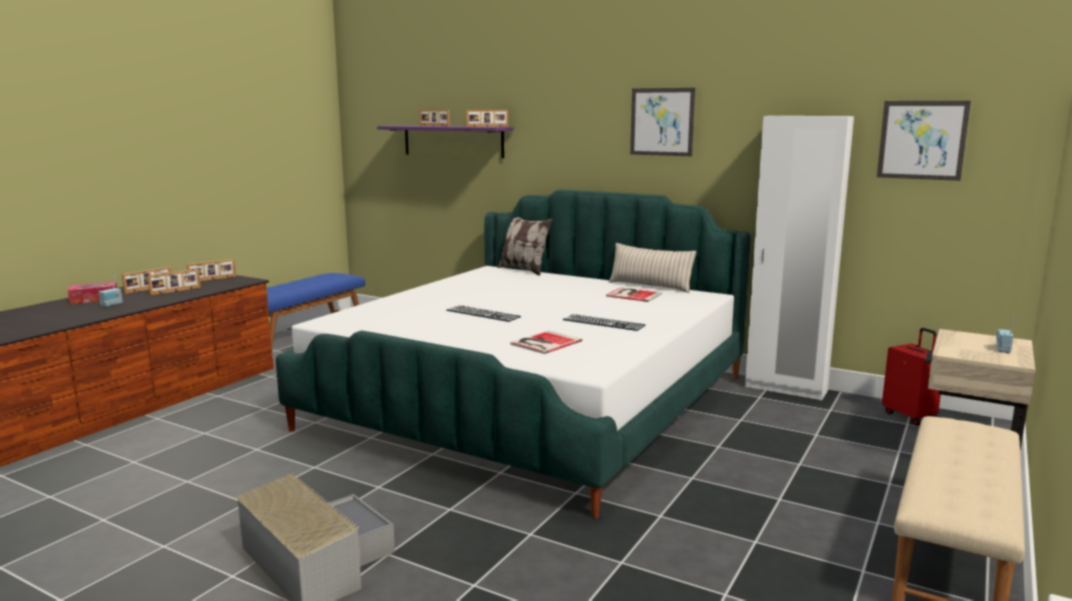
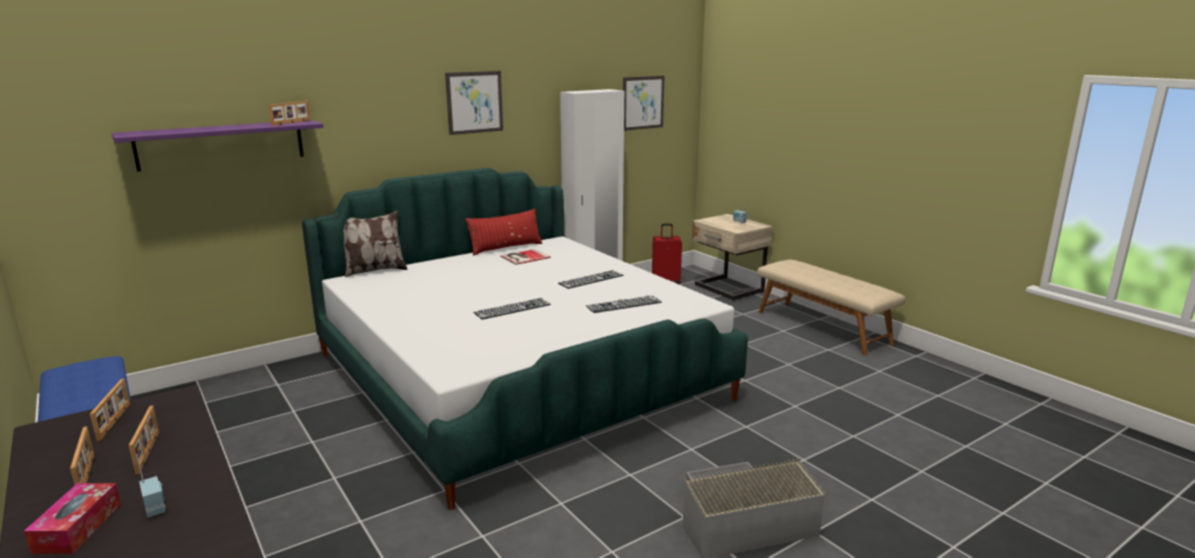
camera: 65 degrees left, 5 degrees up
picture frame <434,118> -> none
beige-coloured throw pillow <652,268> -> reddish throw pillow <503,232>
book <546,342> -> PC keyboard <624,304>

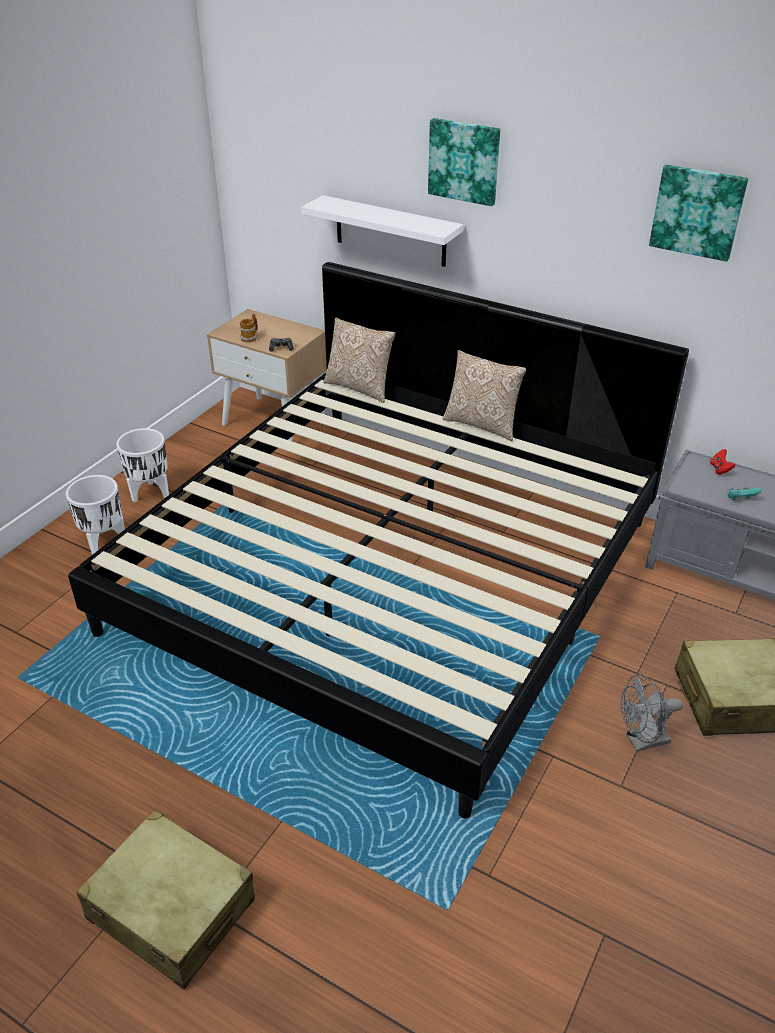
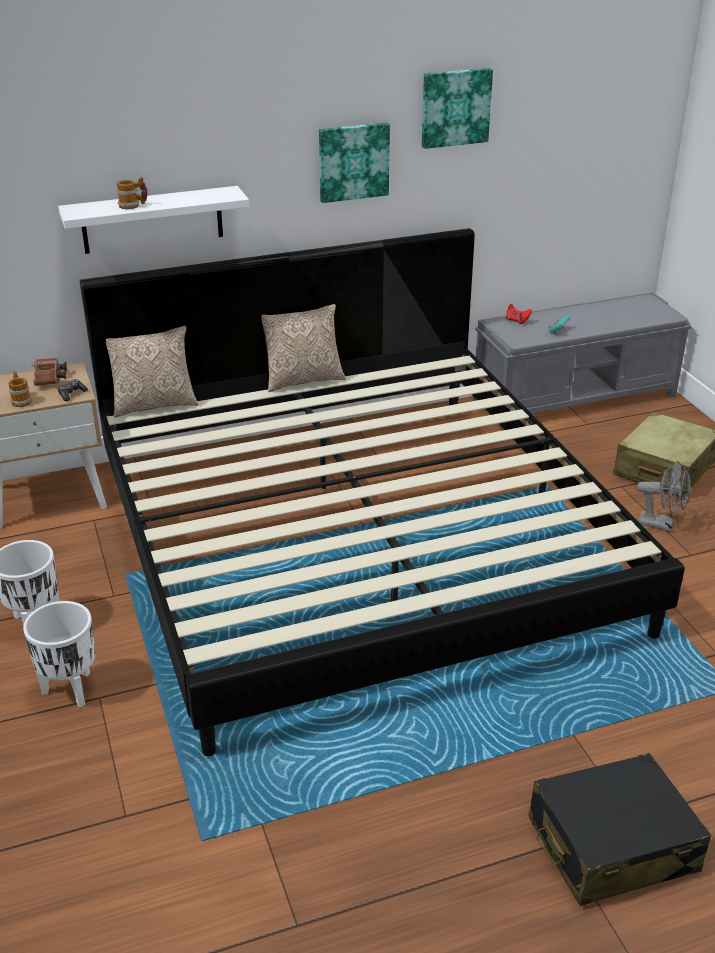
camera: 50 degrees left, 5 degrees down
picture <464,162> -> picture <354,163>, relocated
gray cooling fan <651,713> -> gray cooling fan <663,496>, 90 degrees counterclockwise
beige-coloured suitcase <165,900> -> black-coloured suitcase <619,829>
none -> coffee mug <132,193>
none -> brownish pair of binoculars <49,372>

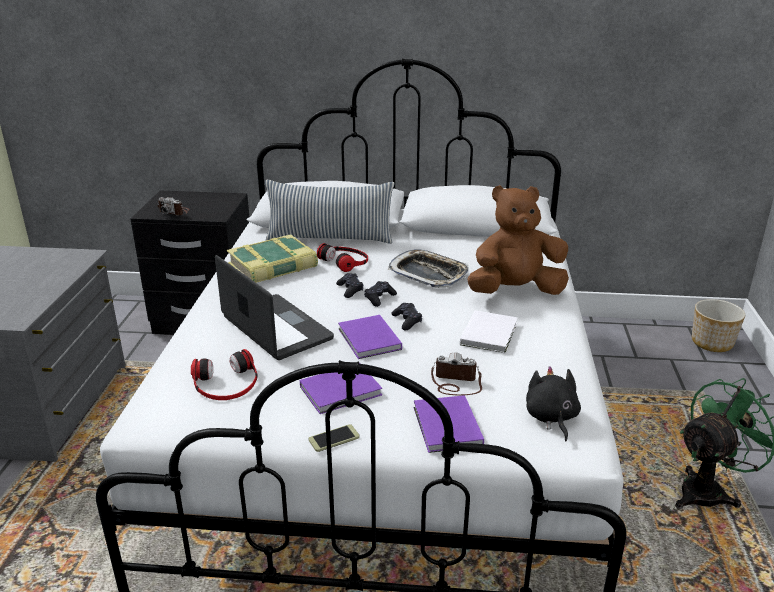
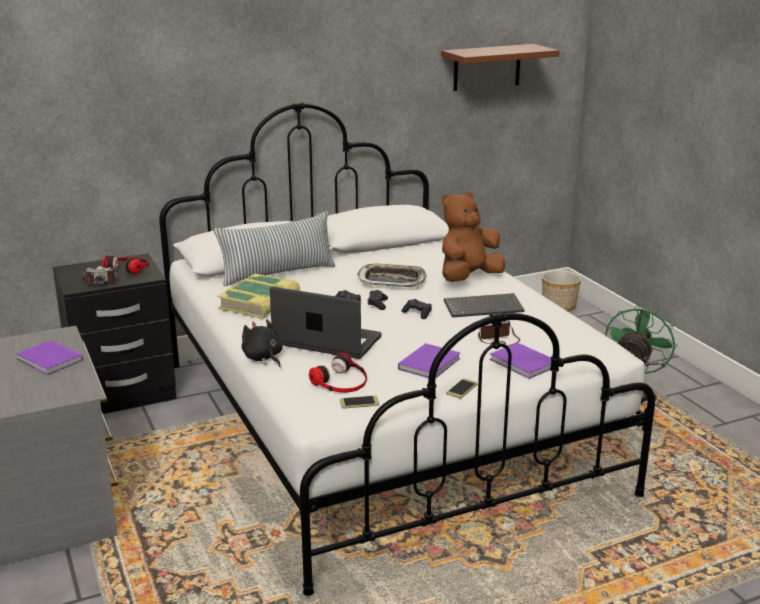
camera: 30 degrees left, 5 degrees down
headphones <342,257> -> headphones <125,265>, relocated
white book <489,331> -> PC keyboard <484,305>
purplish book <370,337> -> purplish book <49,357>, relocated
black-coloured plush toy <553,404> -> black-coloured plush toy <262,343>, relocated
none -> brownish bracket shelf <500,67>
none -> phone <359,401>

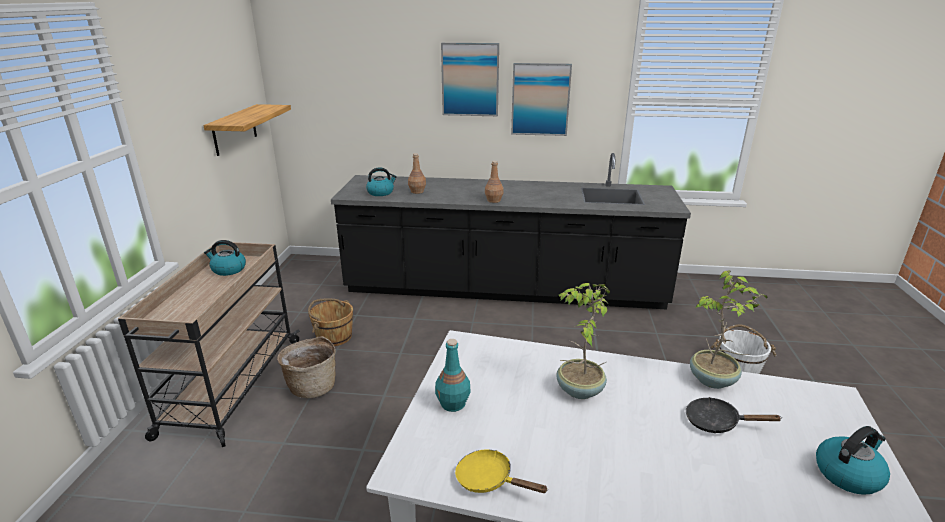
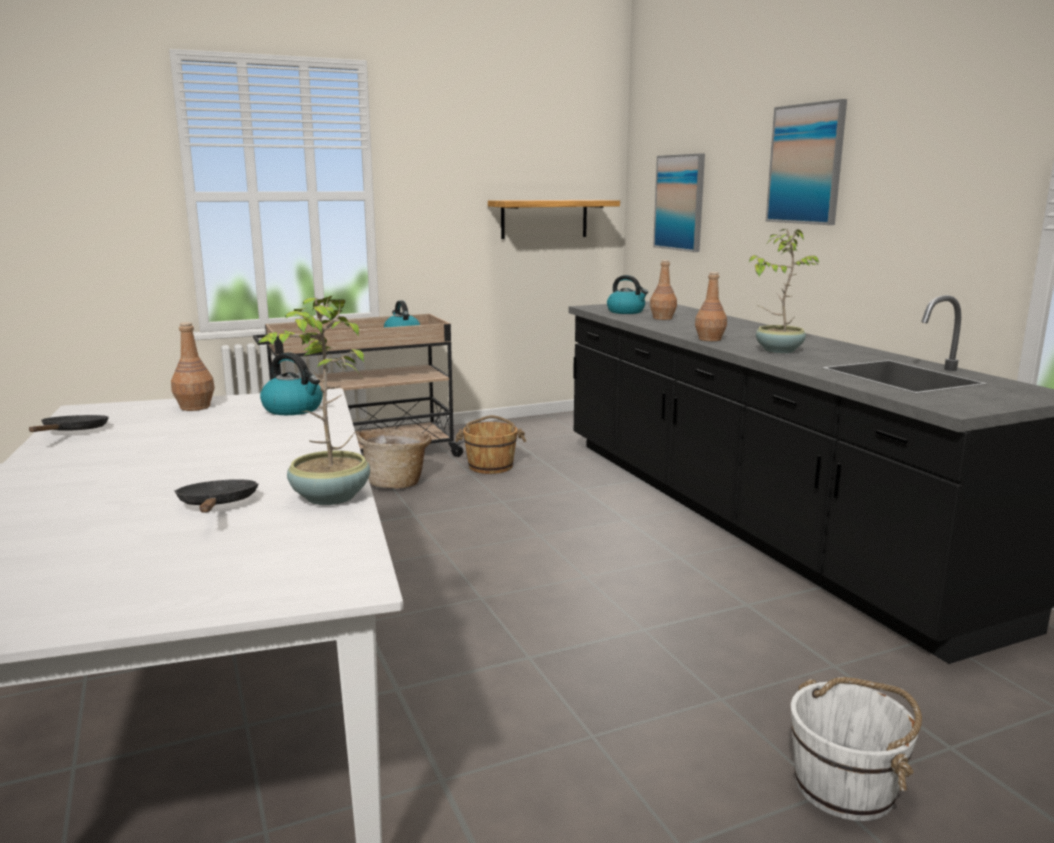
camera: 60 degrees right, 10 degrees down
picture <541,99> -> picture <679,202>, relocated
potted plant <583,341> -> potted plant <784,291>, relocated
blue-green beverage bottle <453,375> -> brownish beverage bottle <193,366>
water kettle <853,460> -> water kettle <291,383>, relocated
yellowish pan <501,471> -> black-coloured pan <69,423>

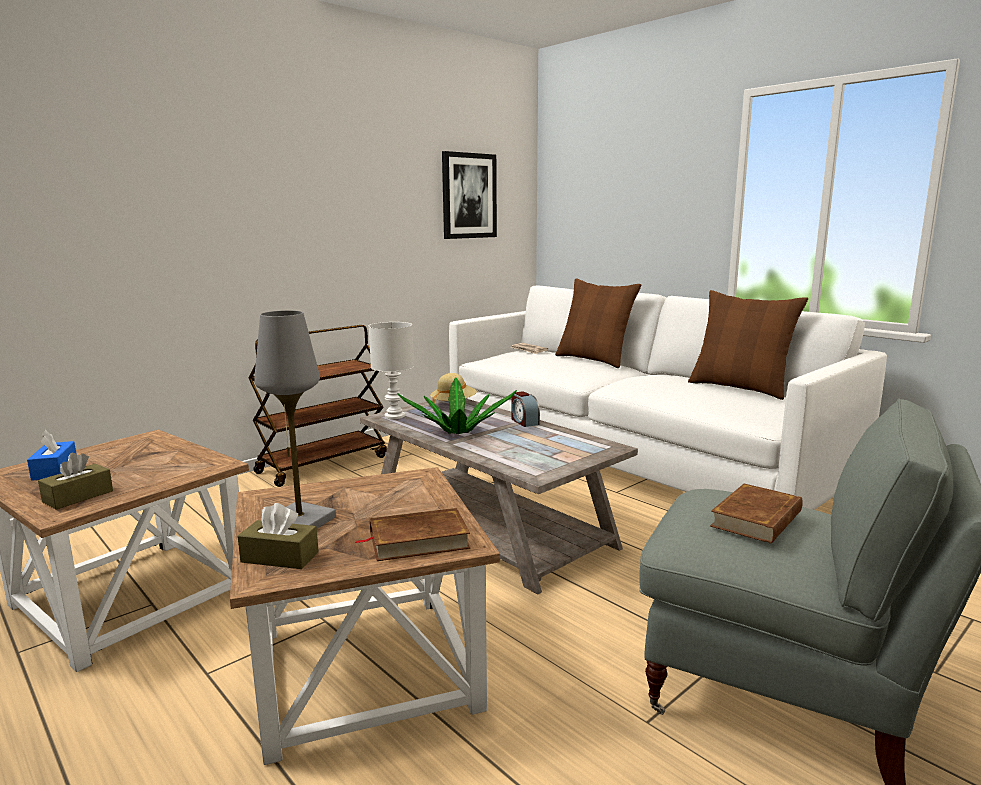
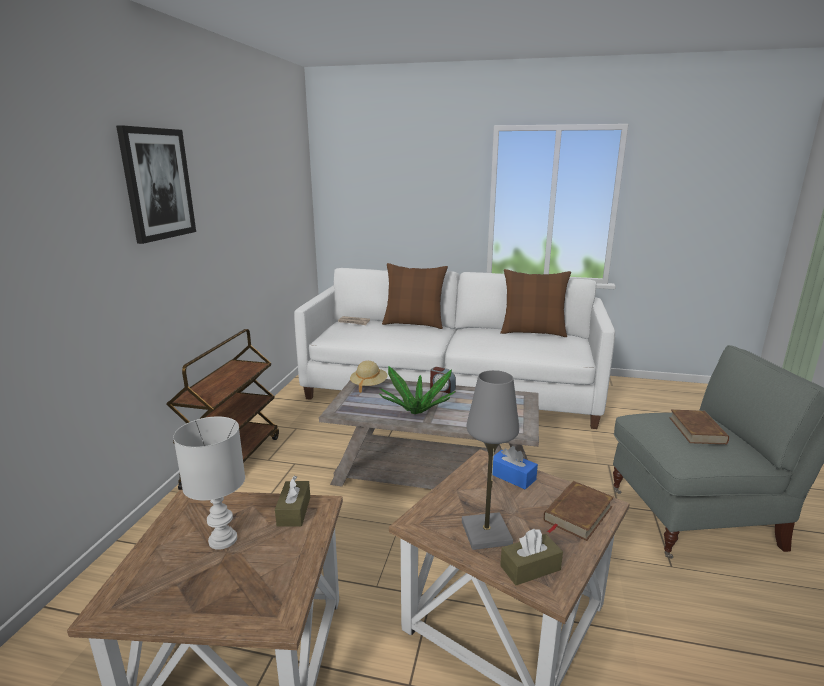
camera: 35 degrees left, 5 degrees up
picture <469,195> -> picture <156,184>, relocated
white lamp for a table <391,370> -> white lamp for a table <209,483>, relocated
blue-coloured box of tissues <51,455> -> blue-coloured box of tissues <515,467>, relocated
brownish box of tissues <75,481> -> brownish box of tissues <292,501>, relocated

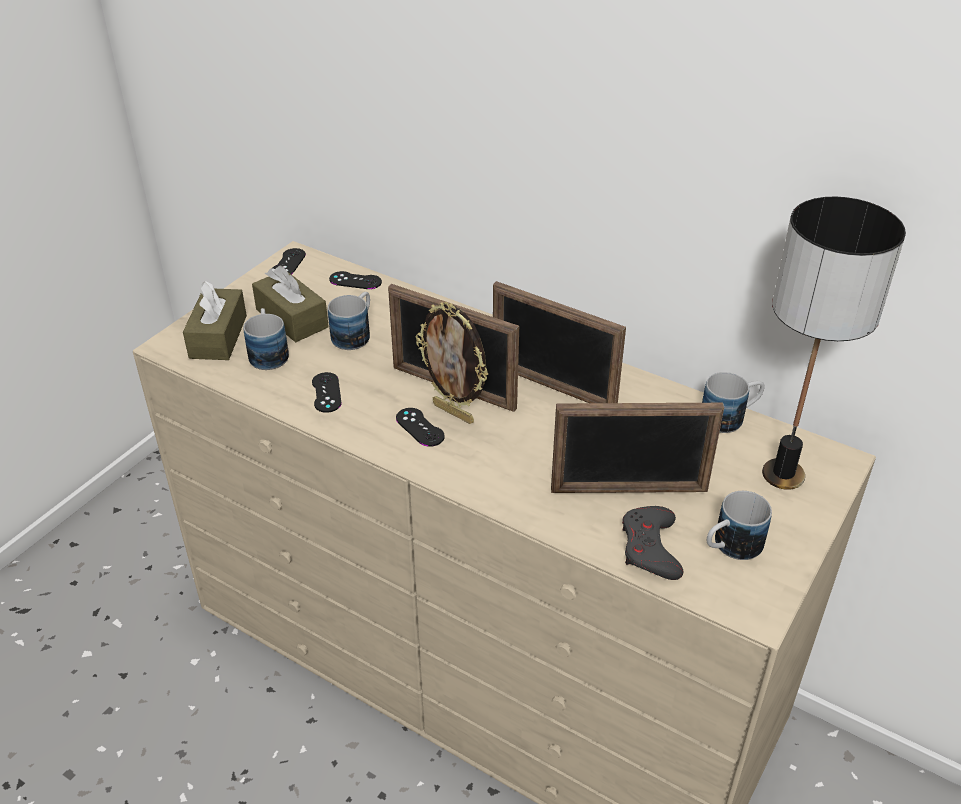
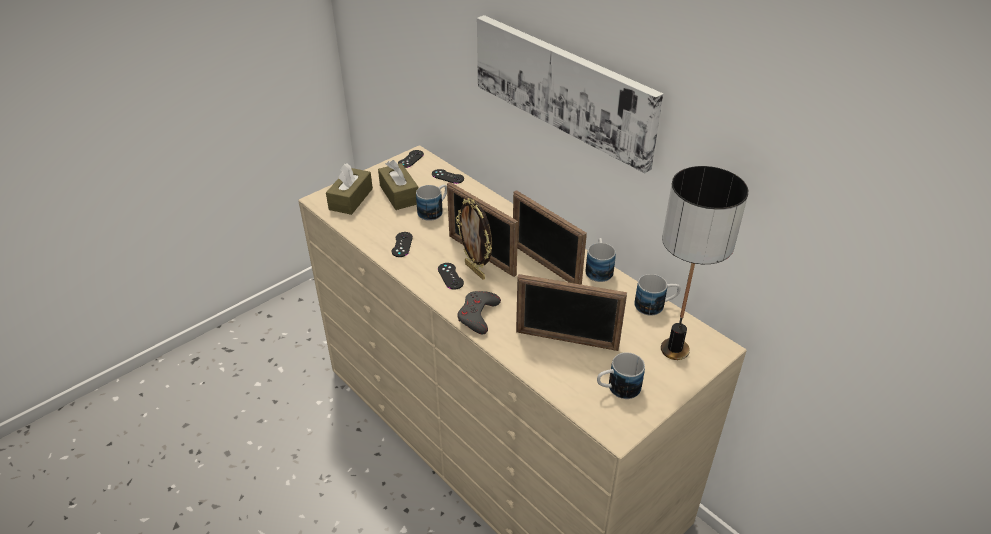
camera: 15 degrees right, 0 degrees up
coffee mug <266,339> -> coffee mug <600,260>, relocated
gray joypad <652,543> -> gray joypad <479,312>, relocated
none -> picture <570,94>

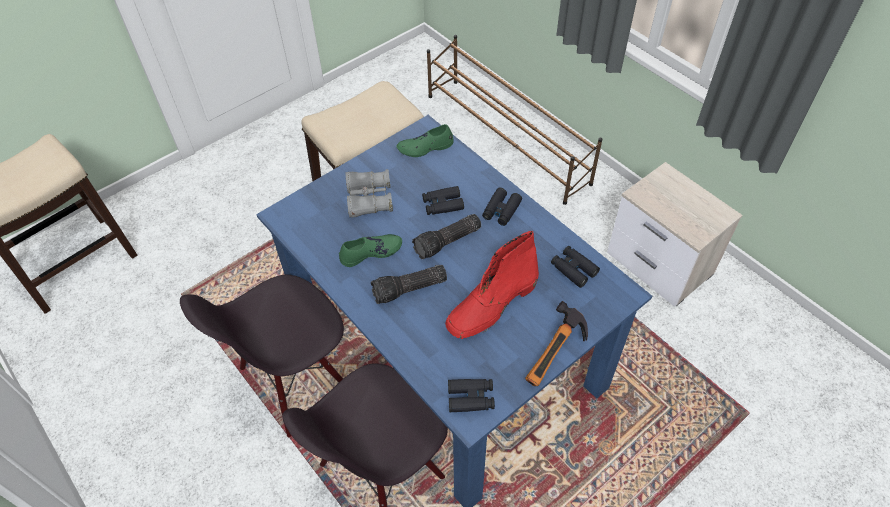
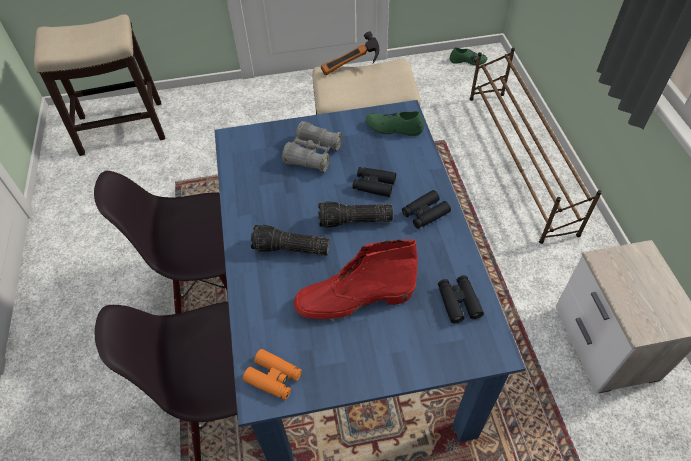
camera: 30 degrees right, 0 degrees up
green shoe <370,250> -> green shoe <469,56>, relocated
hammer <556,343> -> hammer <350,53>, relocated
black-coloured pair of binoculars <471,395> -> orange-coloured pair of binoculars <272,374>

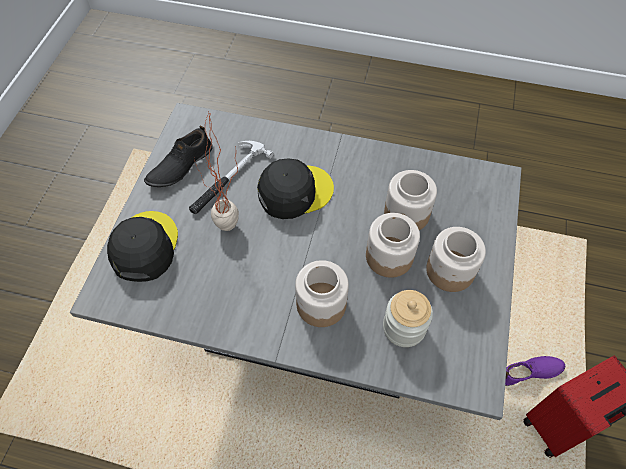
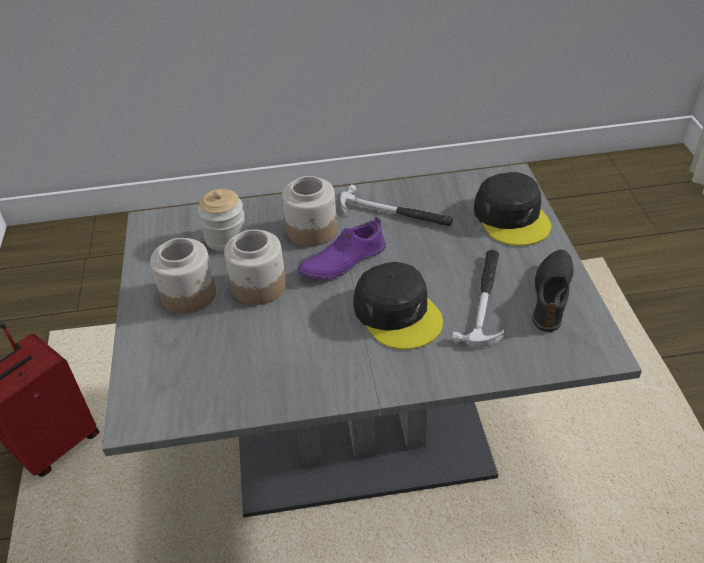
camera: 160 degrees right, 15 degrees down
potted plant <216,171> -> none
black-coloured baseball cap <295,189> -> black-coloured baseball cap <398,306>, 75 degrees counterclockwise
preserve jar <410,200> -> none
purplish shoe <535,371> -> purplish shoe <341,248>, relocated
none -> hammer <396,205>

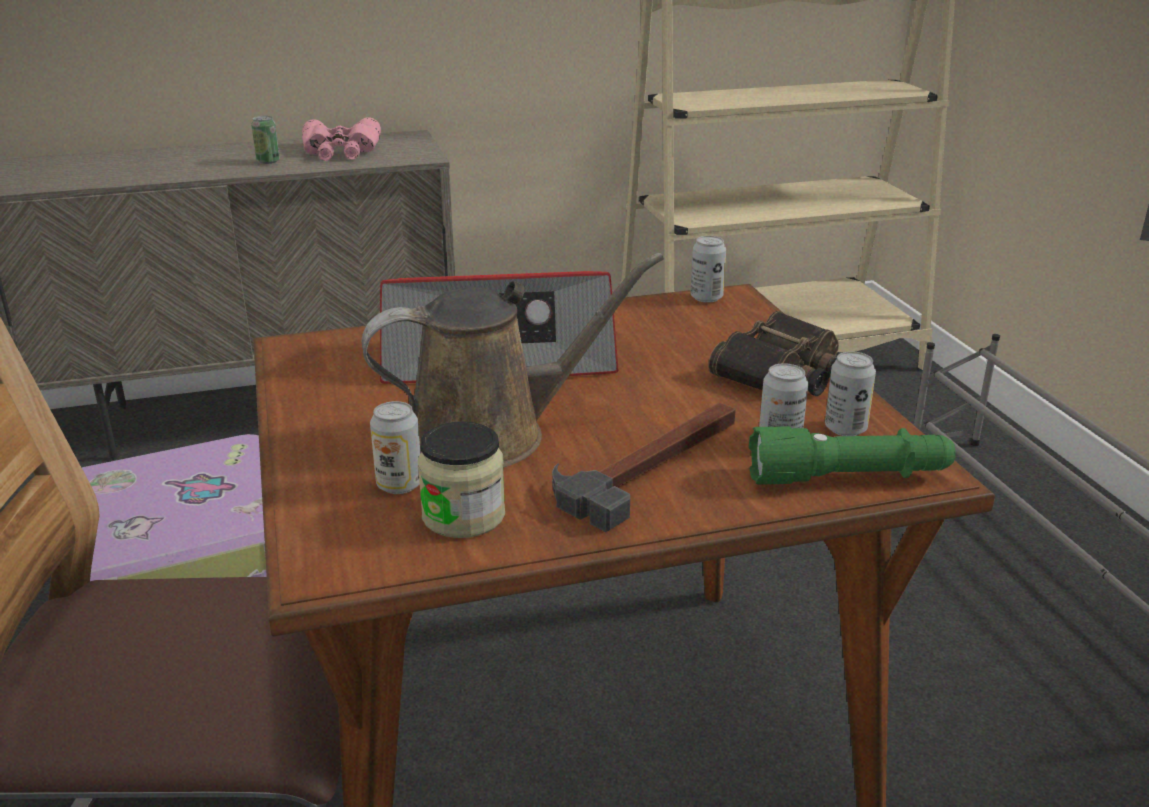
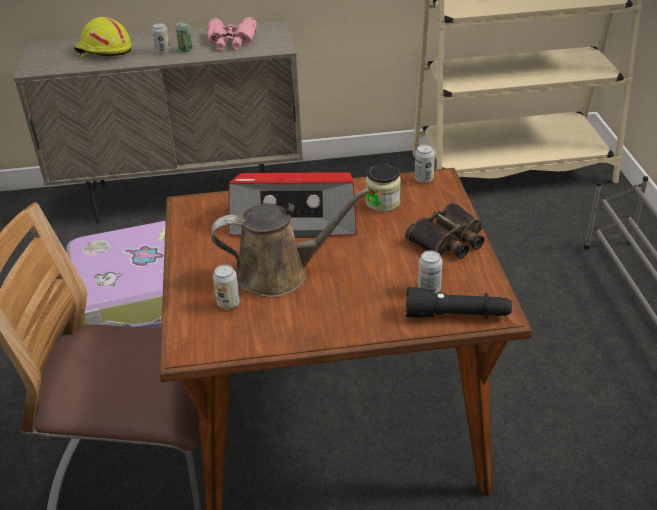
camera: 10 degrees right, 10 degrees up
metal can <850,393> -> metal can <161,38>, relocated
hammer <644,467> -> none
preserve jar <461,480> -> preserve jar <383,188>, relocated
green hand torch <852,455> -> black-coloured hand torch <459,303>
none -> yellowish hard hat <103,37>

